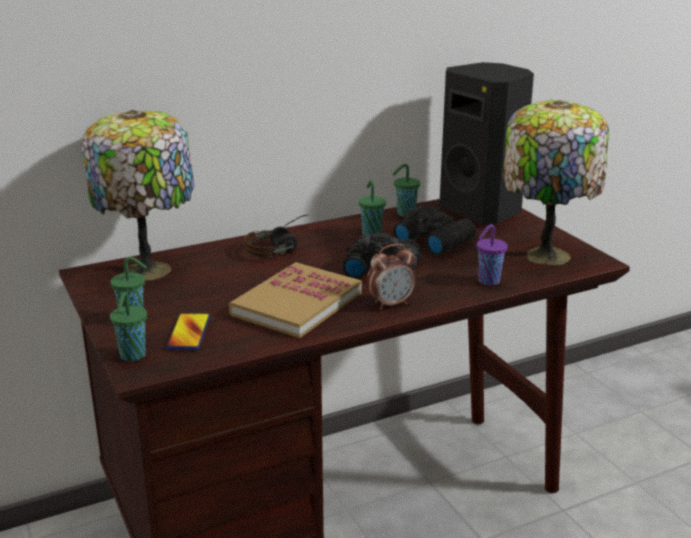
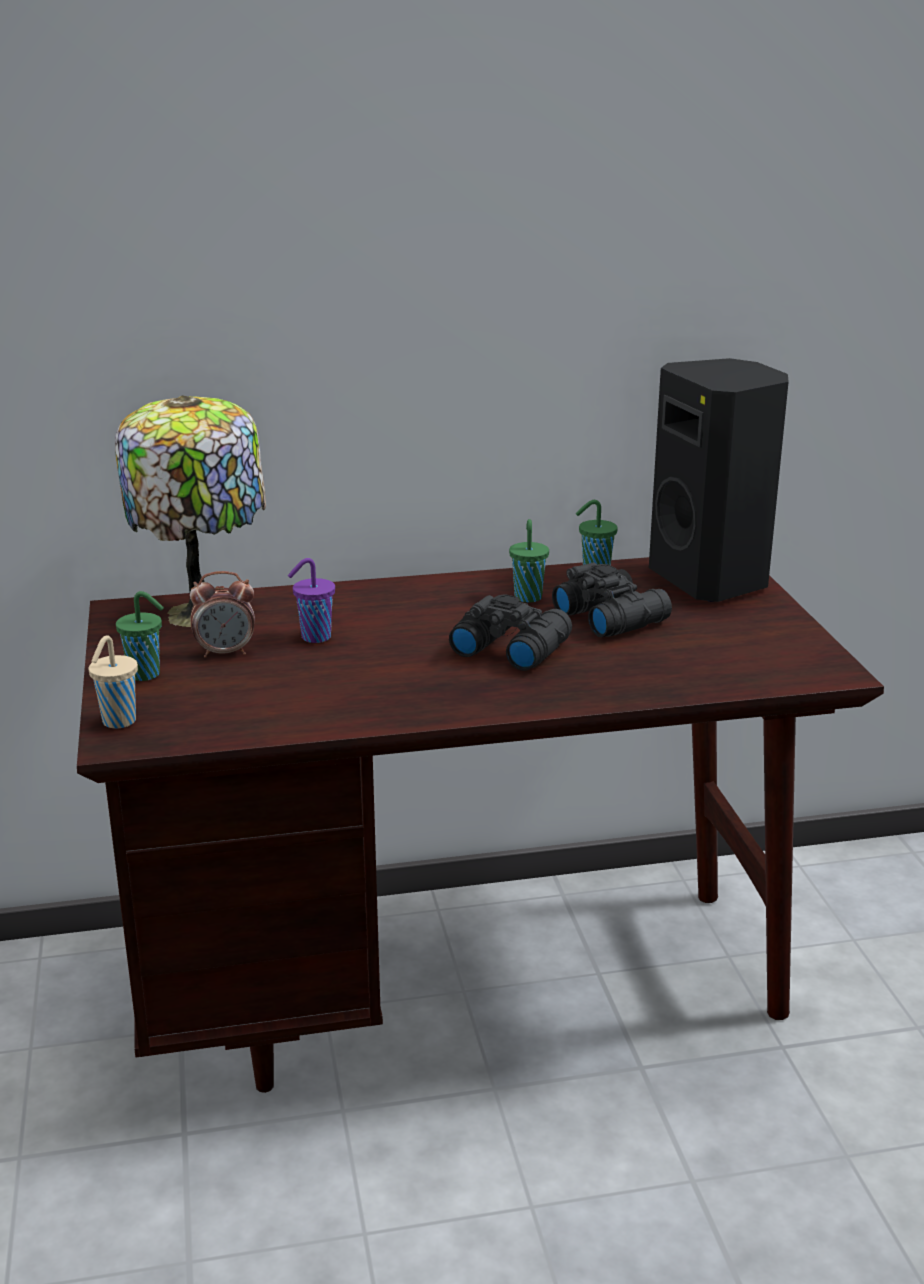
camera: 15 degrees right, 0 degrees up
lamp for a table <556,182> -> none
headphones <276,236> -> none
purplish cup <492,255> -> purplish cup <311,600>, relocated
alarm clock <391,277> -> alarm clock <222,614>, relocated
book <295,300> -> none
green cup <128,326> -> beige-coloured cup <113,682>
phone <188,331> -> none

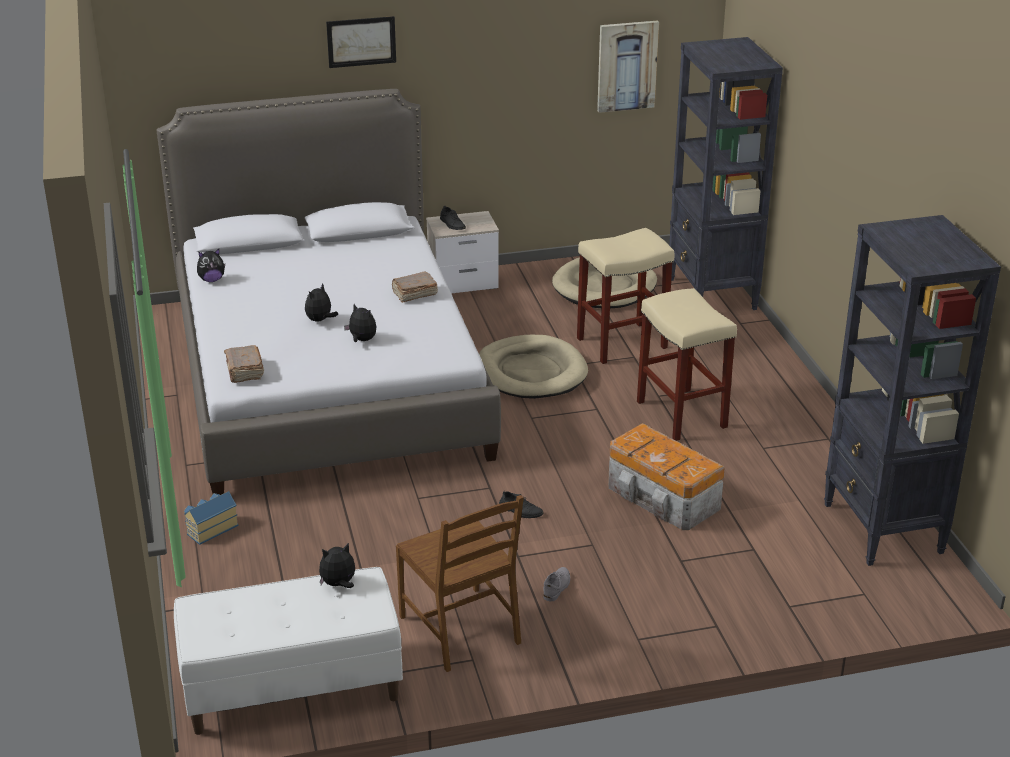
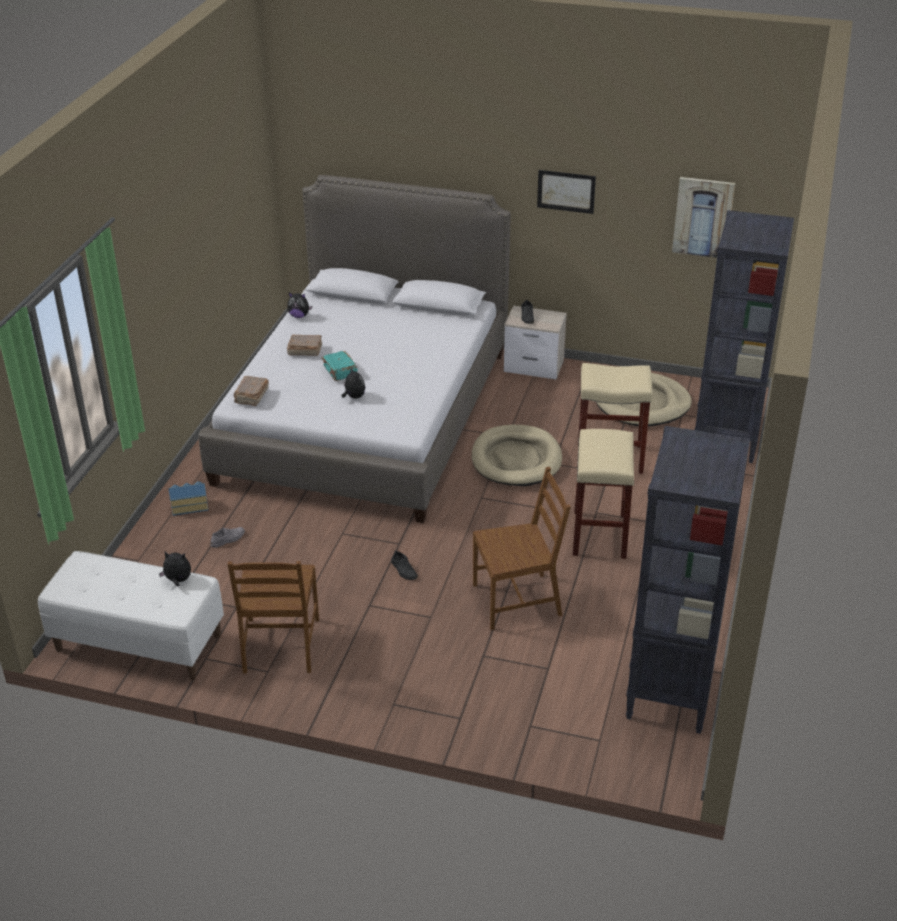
camera: 30 degrees right, 5 degrees up
picture <361,42> -> picture <566,192>, relocated
brownish book <414,287> -> brownish book <304,345>, relocated
plush toy <321,303> -> blue-green book <340,366>
storage bin <666,476> -> brownish chair <522,548>
gray shoe <556,584> -> gray shoe <227,537>, relocated

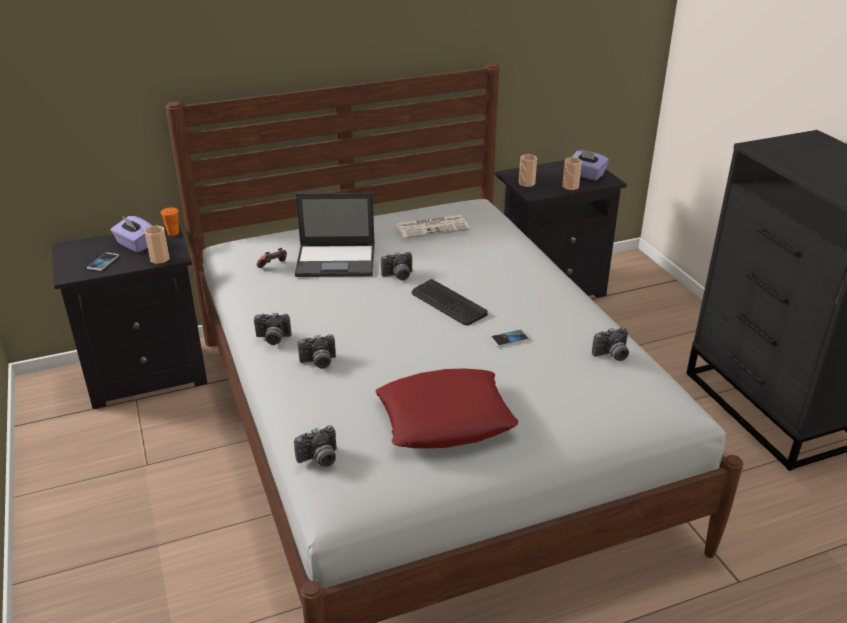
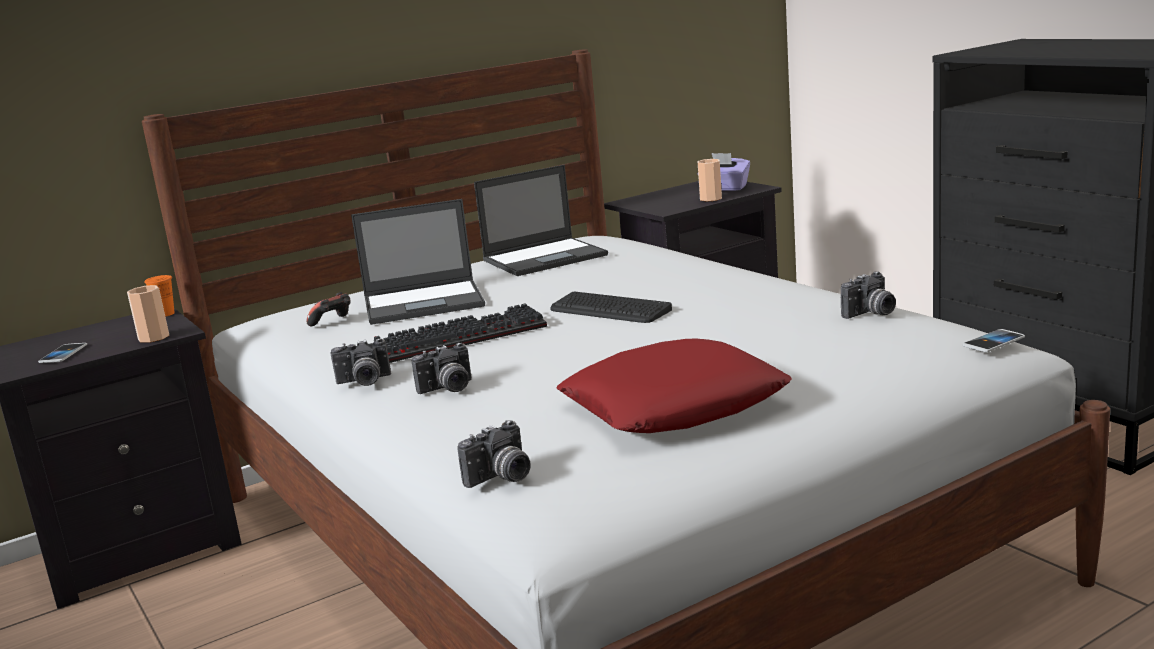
camera: 10 degrees left, 15 degrees down
cup <528,170> -> none
purplish box of tissues <131,234> -> none
daily paper <433,227> -> laptop <541,220>
still camera <396,266> -> none
phone <510,338> -> phone <993,340>, relocated
none -> PC keyboard <460,333>

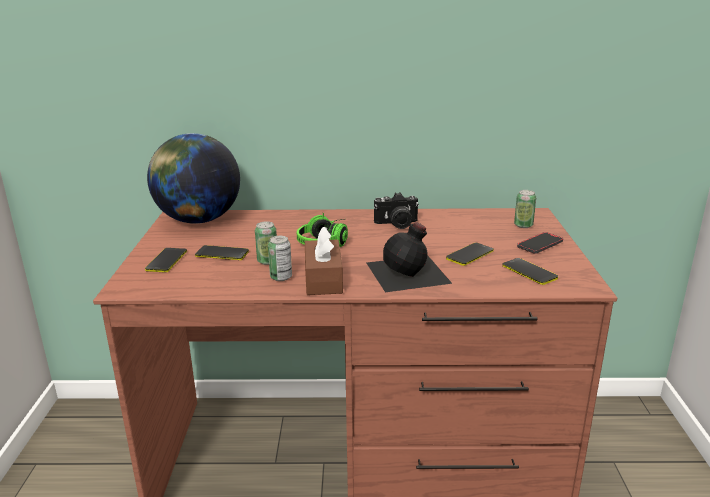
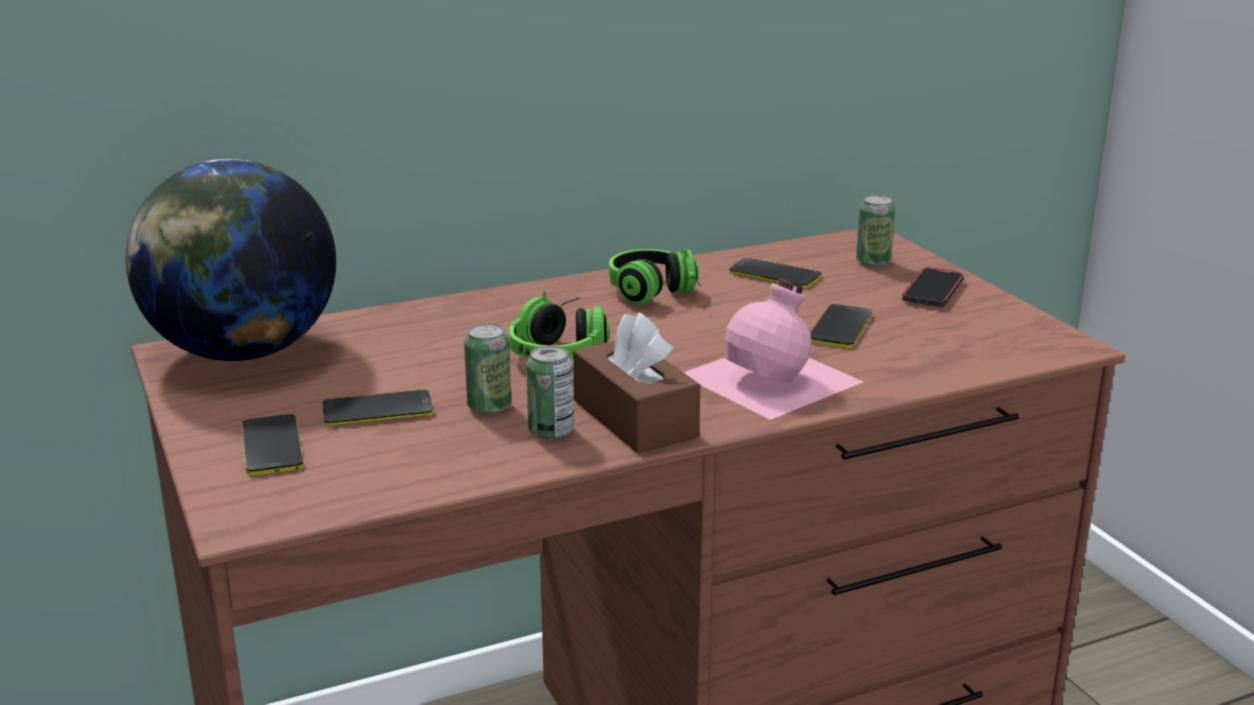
camera: 25 degrees left, 0 degrees up
still camera <396,210> -> headphones <655,276>
black-coloured beverage bottle <410,257> -> pink beverage bottle <773,349>
phone <530,271> -> phone <775,273>, relocated

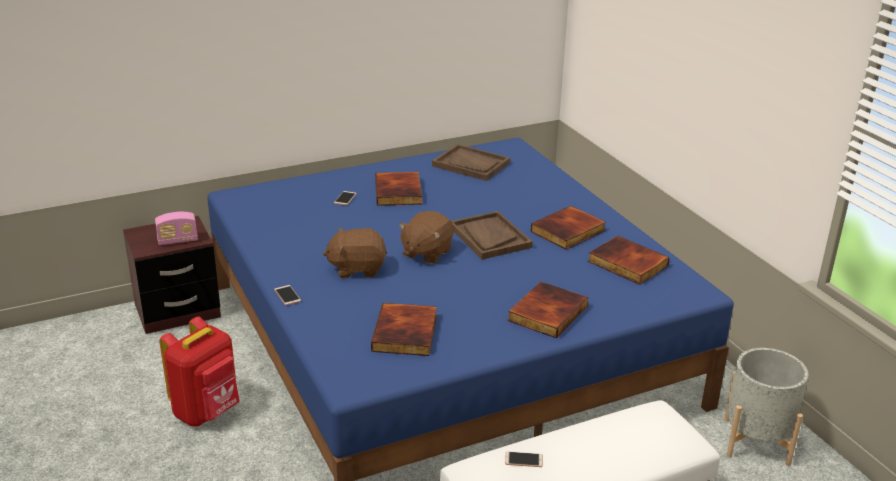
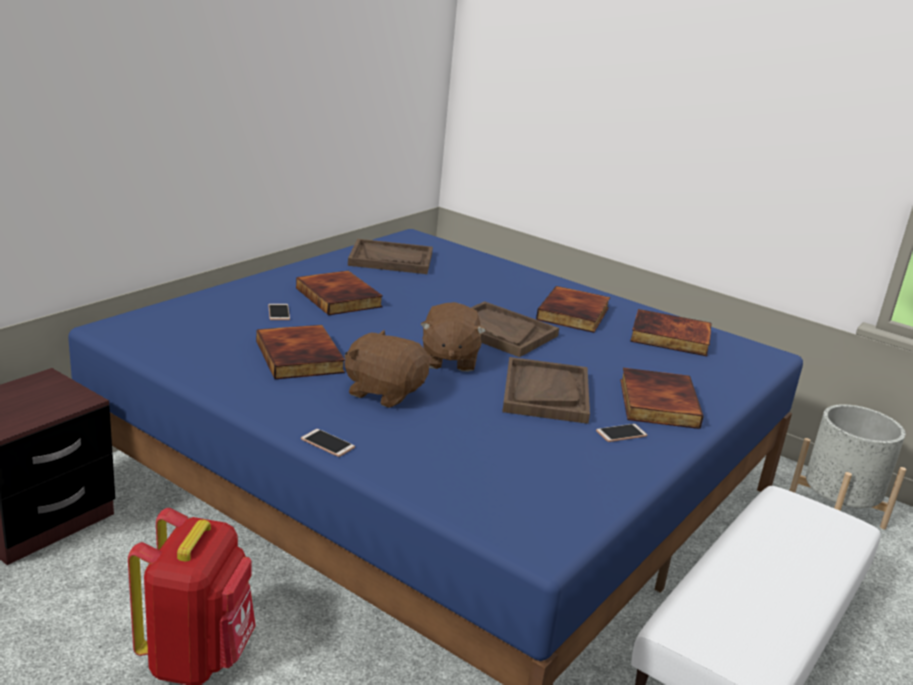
camera: 30 degrees left, 5 degrees down
radio set <176,228> -> none
brownish plush toy <355,252> -> brownish plush toy <386,369>, 60 degrees clockwise
book <404,329> -> book <300,352>, relocated
phone <523,459> -> phone <621,433>, relocated
none -> brownish carrying tray <546,390>

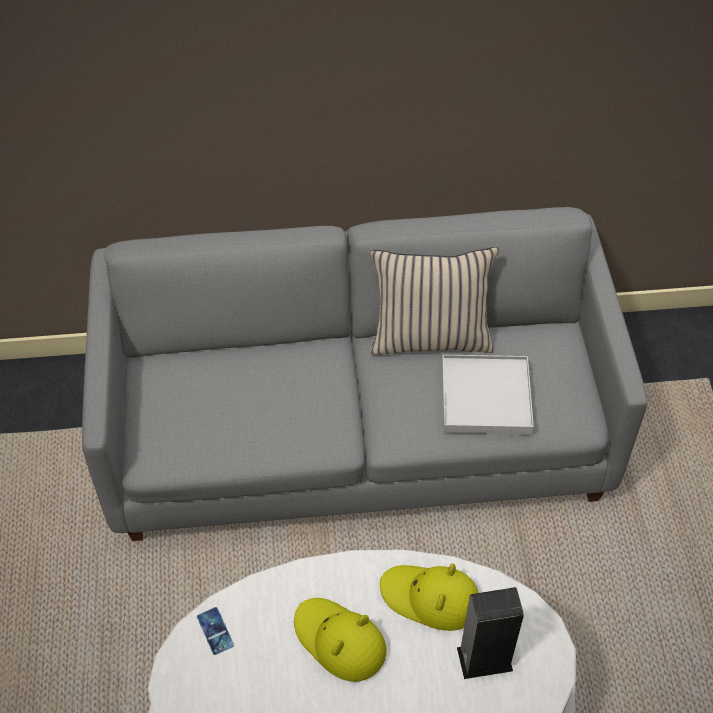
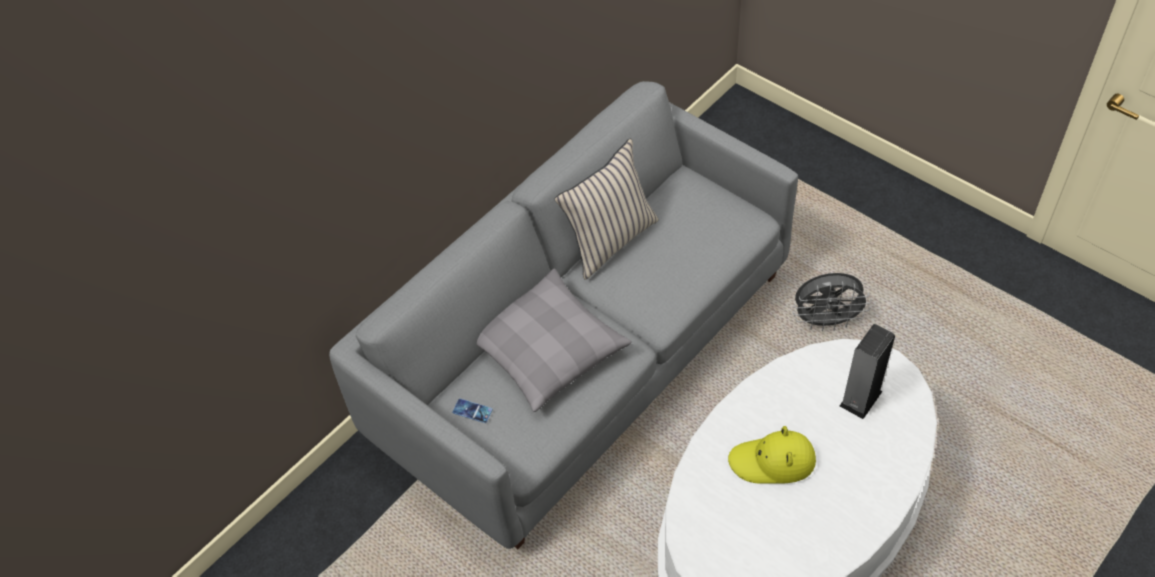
camera: 40 degrees left, 0 degrees up
white carrying tray <488,395> -> none
yellowish hat <429,597> -> none
phone <215,631> -> phone <472,411>, relocated
none -> gray throw pillow <554,340>
none -> gray cooling fan <832,302>

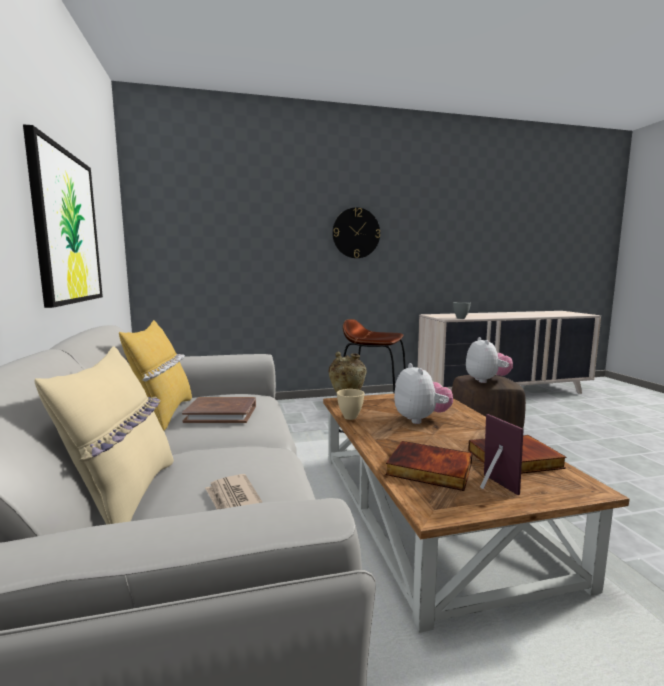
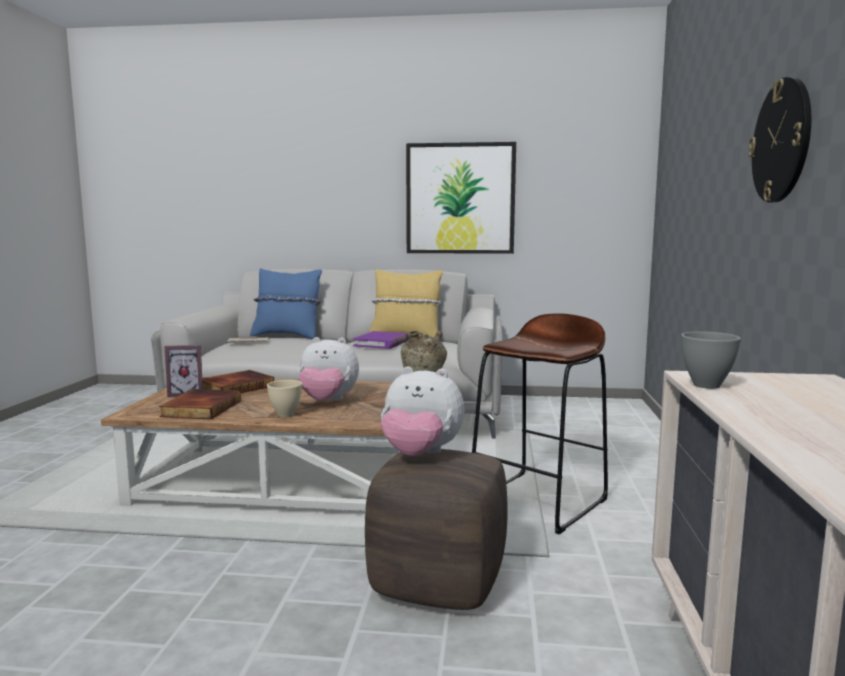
camera: 110 degrees right, 0 degrees up
beige-coloured throw pillow <104,435> -> blue-coloured throw pillow <286,303>
beige-coloured serving bowl <351,404> -> beige-coloured serving bowl <284,399>, relocated
brownish book <219,410> -> purplish book <381,340>

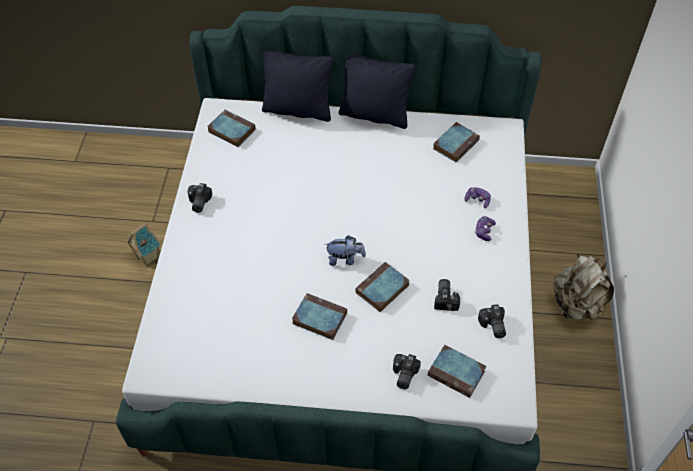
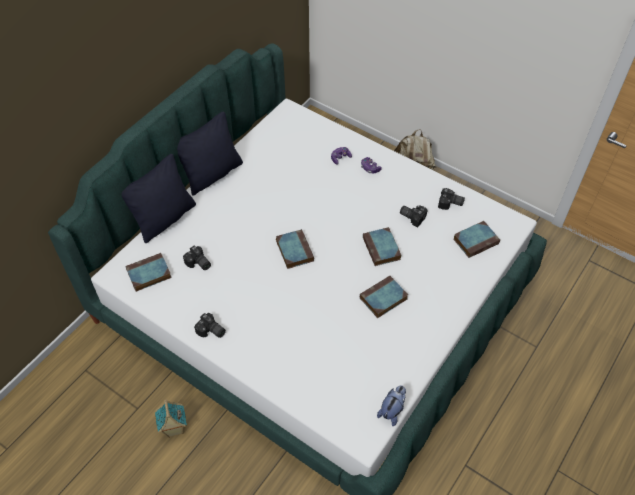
camera: 60 degrees left, 0 degrees up
book <456,142> -> book <295,249>, relocated
plush toy <345,251> -> plush toy <391,406>, relocated
still camera <407,371> -> still camera <197,257>, relocated

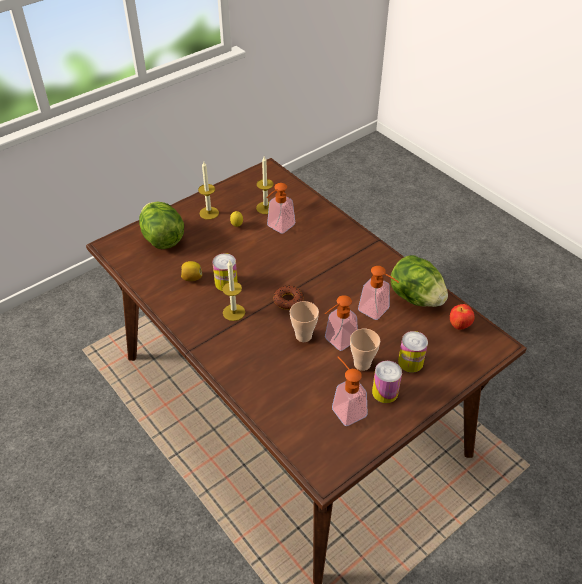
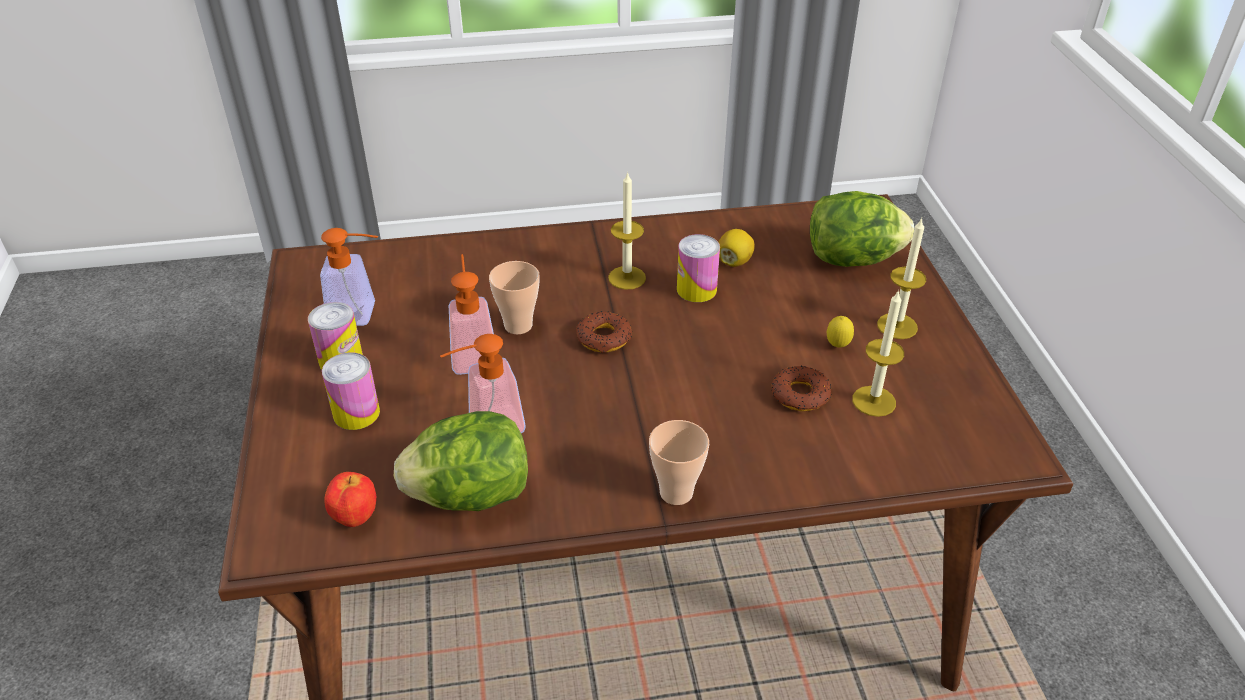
camera: 120 degrees right, 5 degrees down
soap bottle <280,208> -> ring doughnut <802,388>
cup <365,350> -> cup <679,462>, relocated

